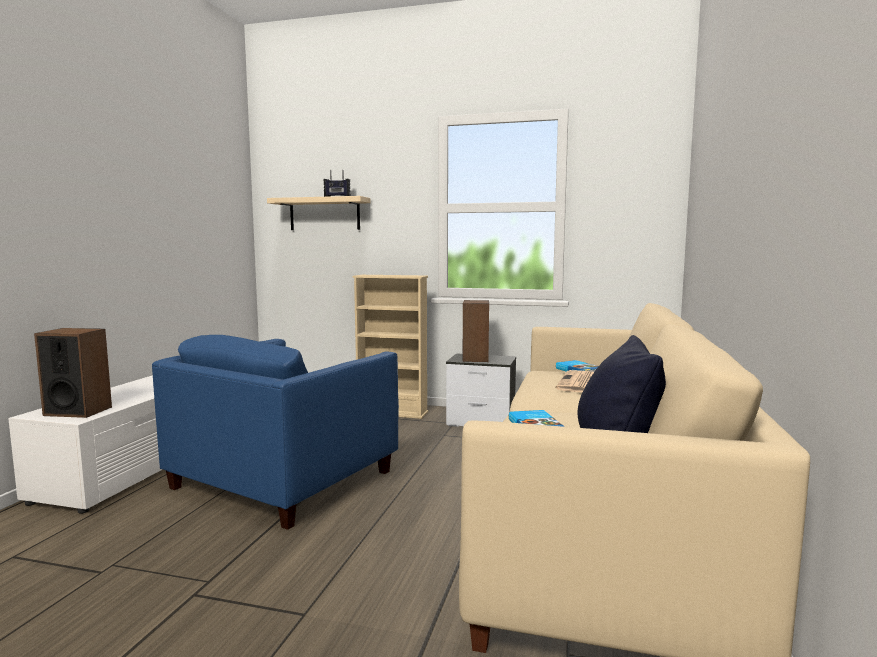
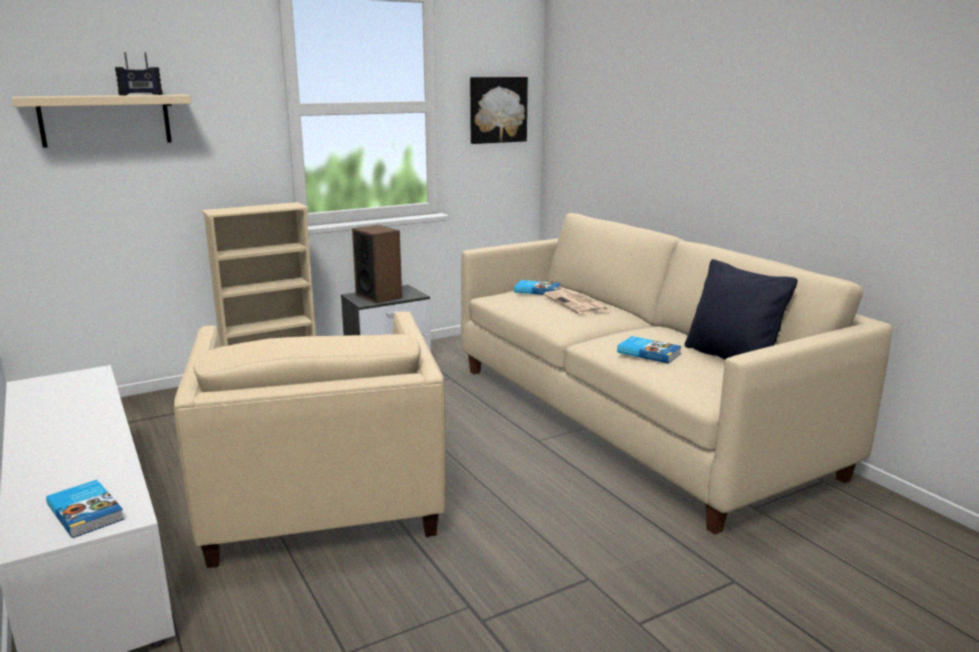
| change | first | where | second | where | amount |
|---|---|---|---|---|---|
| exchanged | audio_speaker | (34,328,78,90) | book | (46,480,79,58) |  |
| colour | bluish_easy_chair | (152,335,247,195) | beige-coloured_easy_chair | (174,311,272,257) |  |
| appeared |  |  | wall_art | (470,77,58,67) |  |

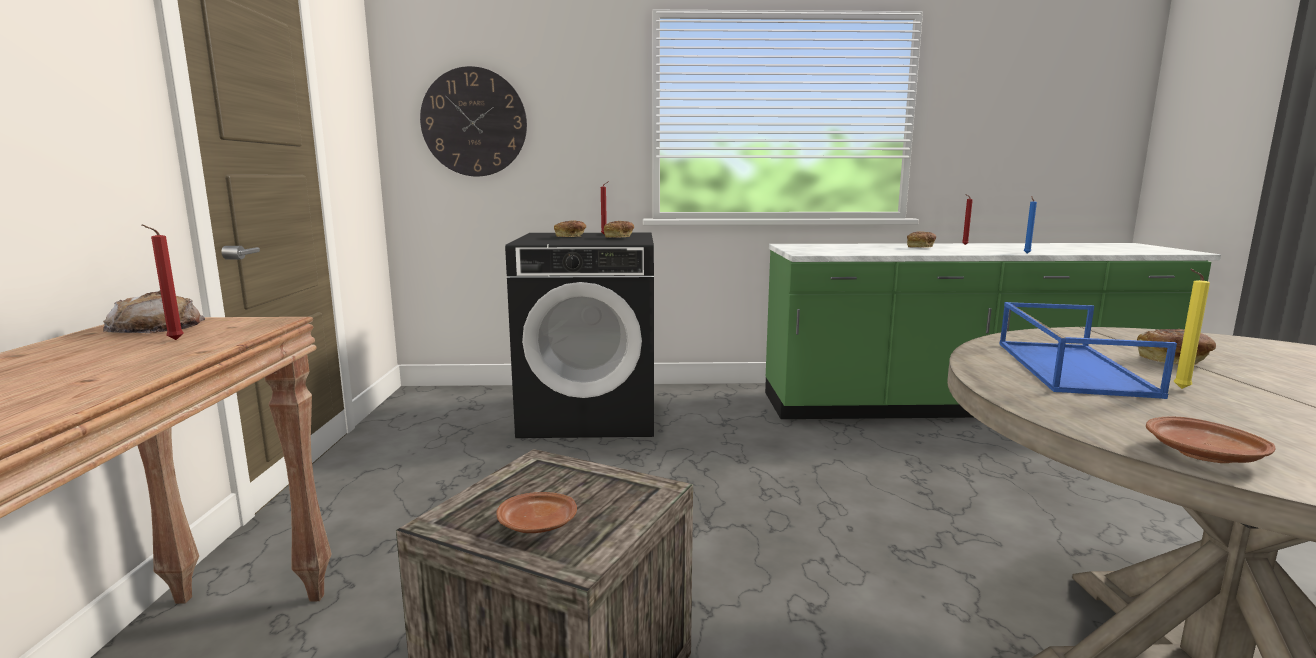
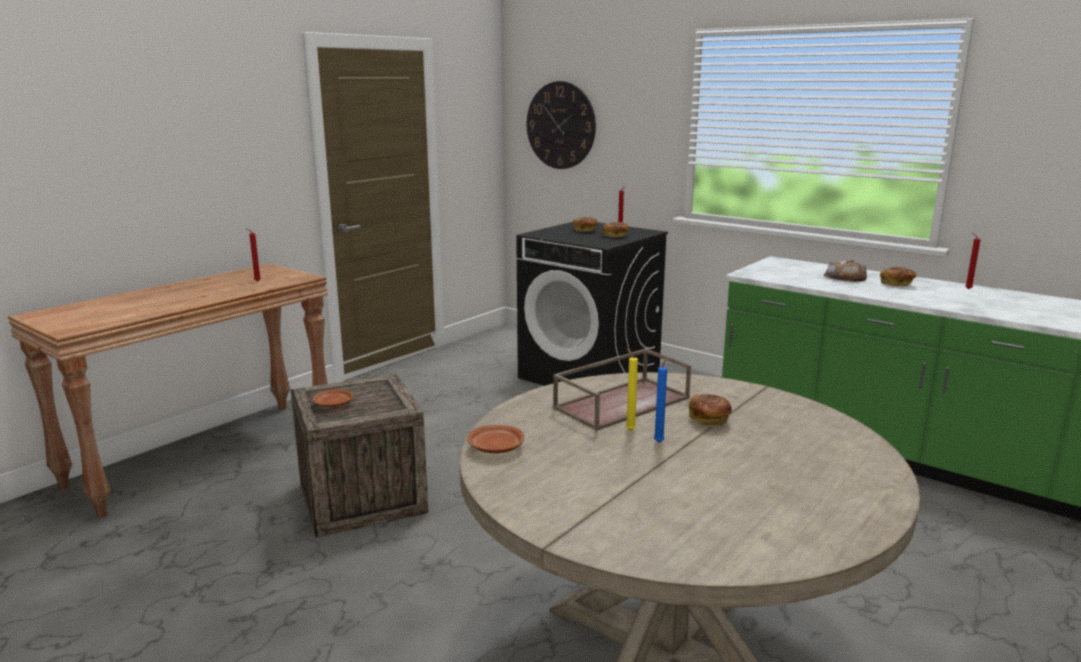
| change | first | where | second | where | amount |
|---|---|---|---|---|---|
| relocated | bluish_wax_candle | (1024,196,13,57) |  | (654,357,15,85) |  |
| relocated | bakery_bread | (103,291,102,42) |  | (824,259,43,23) |  |
| colour | bluish_serving_tray | (1000,302,177,97) | brownish_serving_tray | (553,348,138,83) |  |

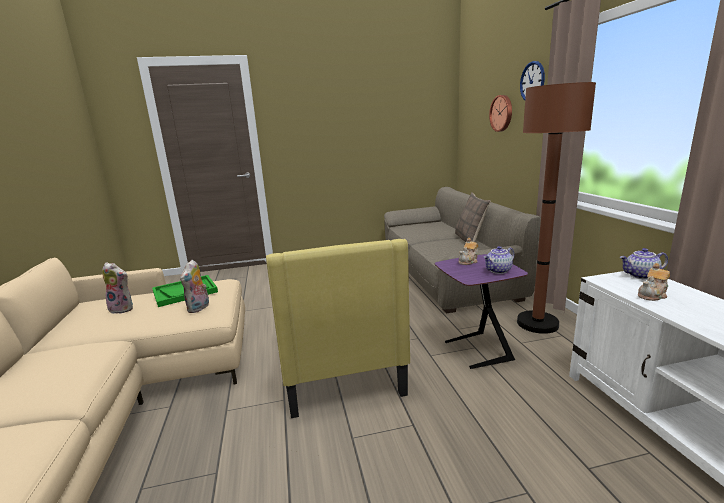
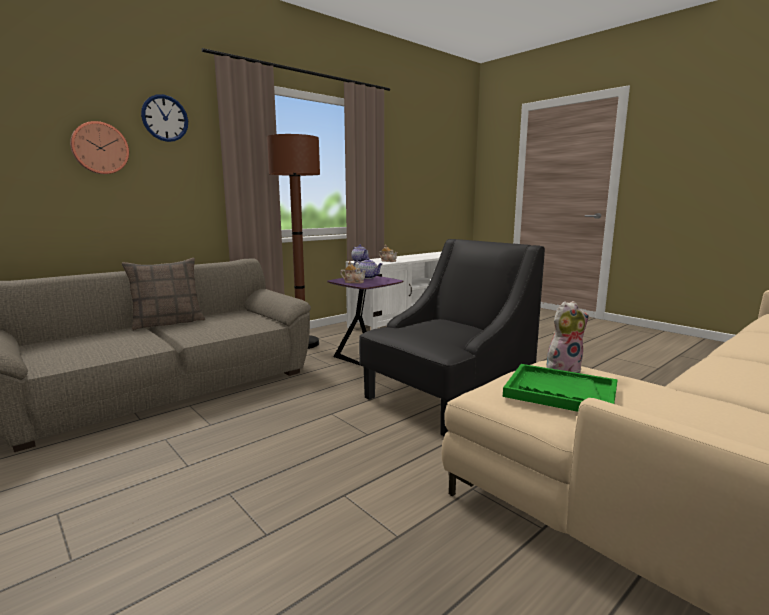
| change | first | where | second | where | amount |
|---|---|---|---|---|---|
| colour | yellowish_easy_chair | (266,239,144,179) | black-coloured_easy_chair | (359,239,186,197) |  |
| missing | soft_toy | (102,262,31,52) |  |  |  |

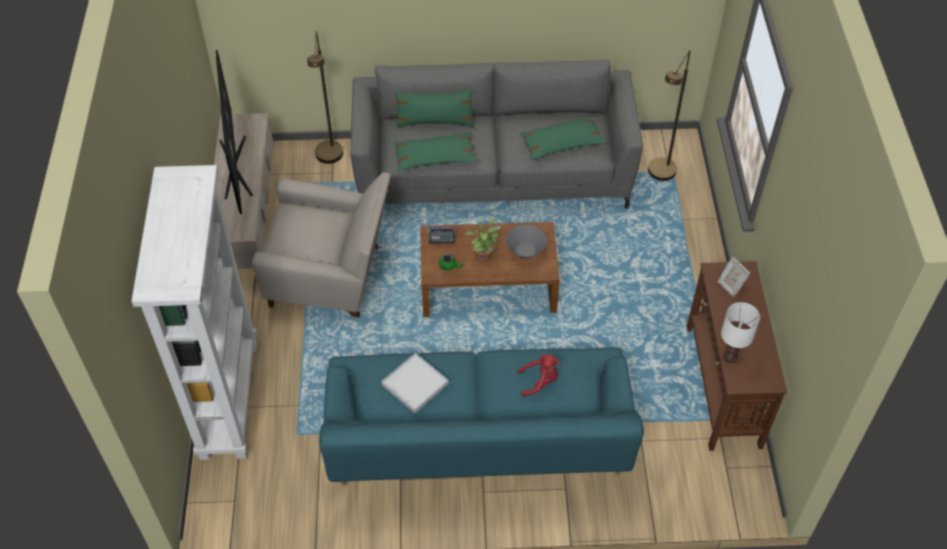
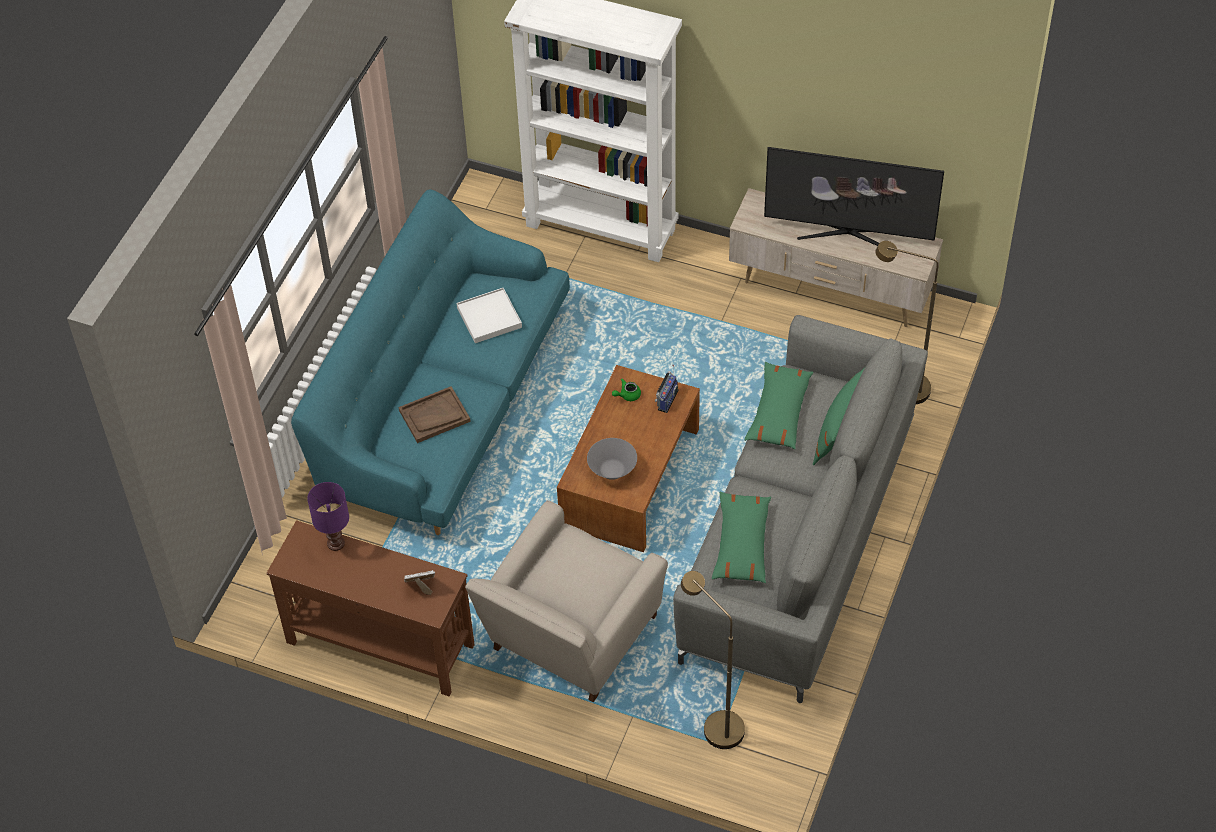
| change | first | where | second | where | amount |
|---|---|---|---|---|---|
| relocated | beige-coloured_easy_chair | (252,172,139,145) |  | (465,500,203,202) |  |
| missing | houseplant | (465,217,37,44) |  |  |  |
| colour | white-coloured_lamp_for_a_table | (721,302,39,61) | purplish_lamp_for_a_table | (307,482,42,69) |  |
| exchanged | reddish_soft_toy | (517,354,43,43) | brownish_serving_tray | (398,386,73,57) |  |

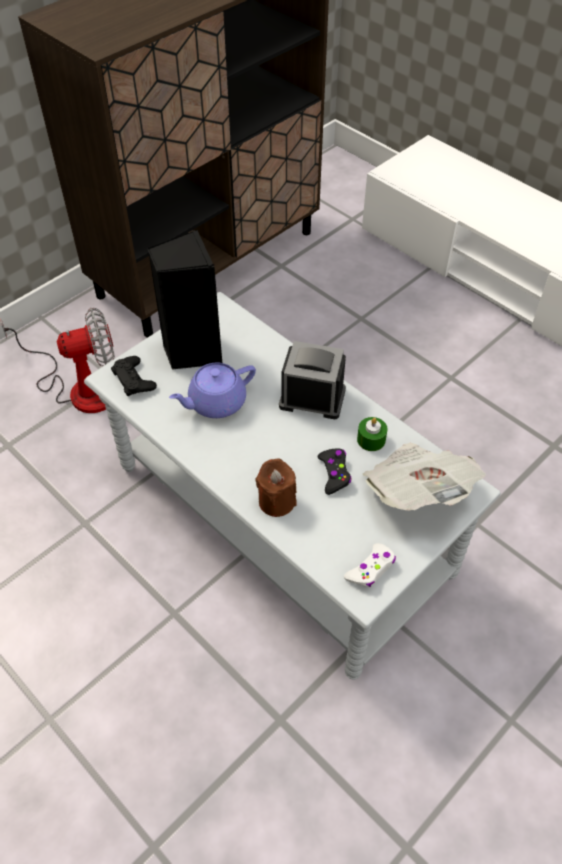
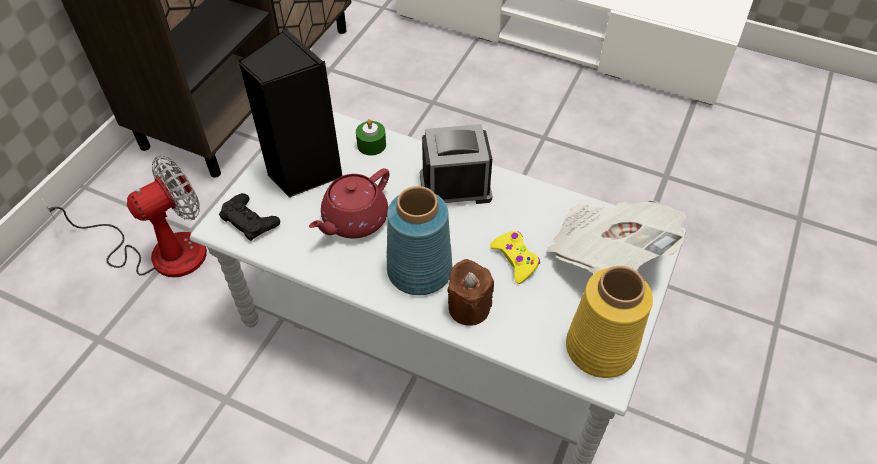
| change | first | where | second | where | amount |
|---|---|---|---|---|---|
| colour | purplish_teapot | (169,362,87,56) | reddish_teapot | (309,168,81,70) |  |
| relocated | green-coloured_wax_candle | (357,417,31,34) |  | (356,119,30,37) |  |
| colour | black-coloured_game_controller | (318,448,33,47) | yellowish_game_controller | (490,231,50,53) |  |
| exchanged | white-coloured_game_controller | (344,543,52,44) | yellowish_decorative_vase | (566,266,87,112) |  |
| appeared |  |  | bluish_decorative_vase | (387,186,65,109) |  |

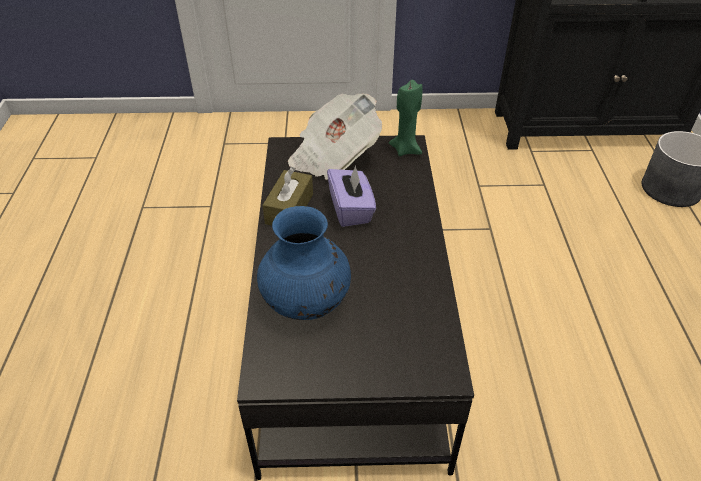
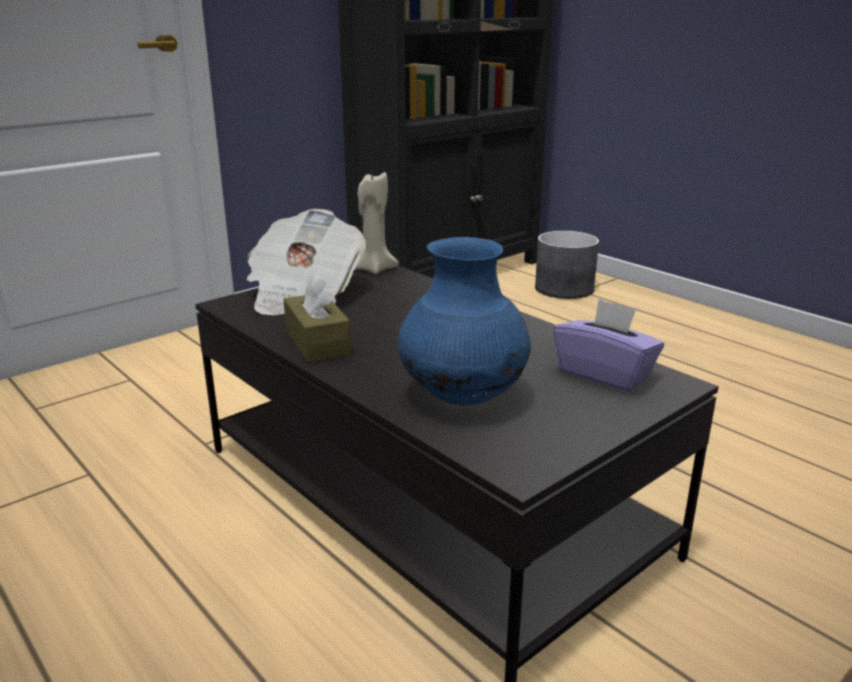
| change | first | where | second | where | amount |
|---|---|---|---|---|---|
| colour | green-coloured_wax_candle | (389,80,34,76) | beige-coloured_wax_candle | (355,172,44,102) |  |
| relocated | purplish_tissue_holder | (327,165,49,62) |  | (553,299,111,93) |  |

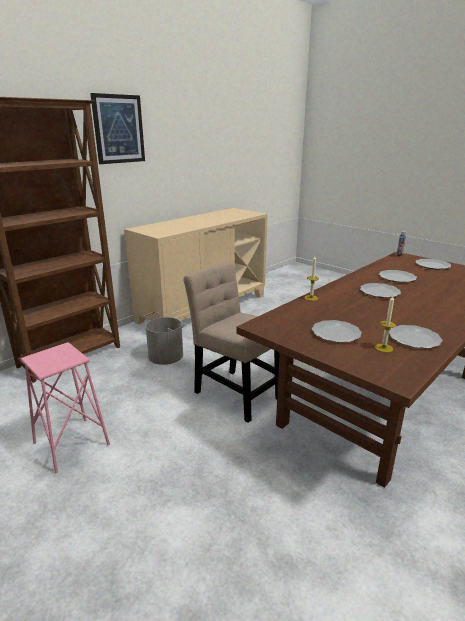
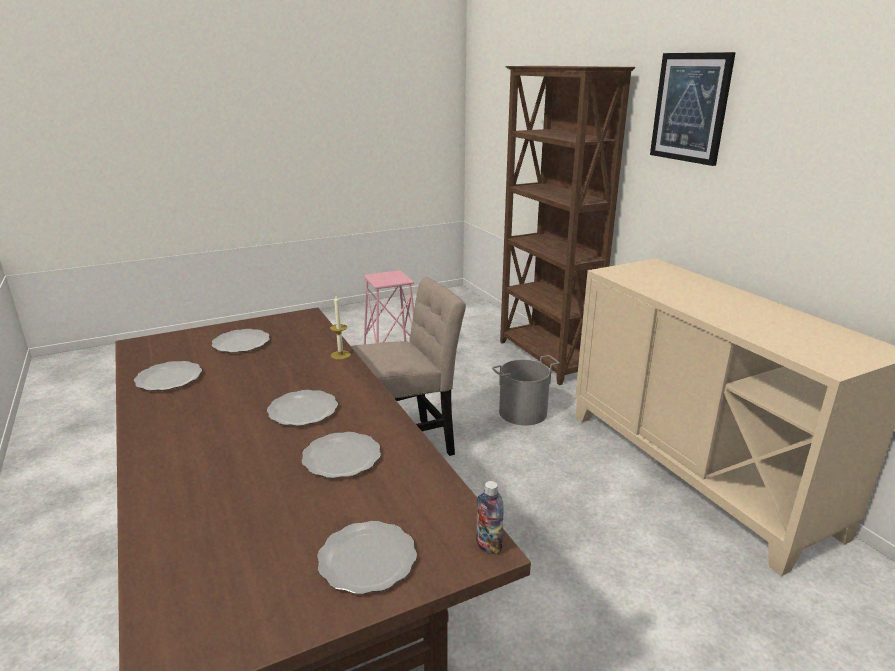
| change | first | where | second | where | amount |
|---|---|---|---|---|---|
| missing | wax_candle | (375,296,21,57) |  |  |  |

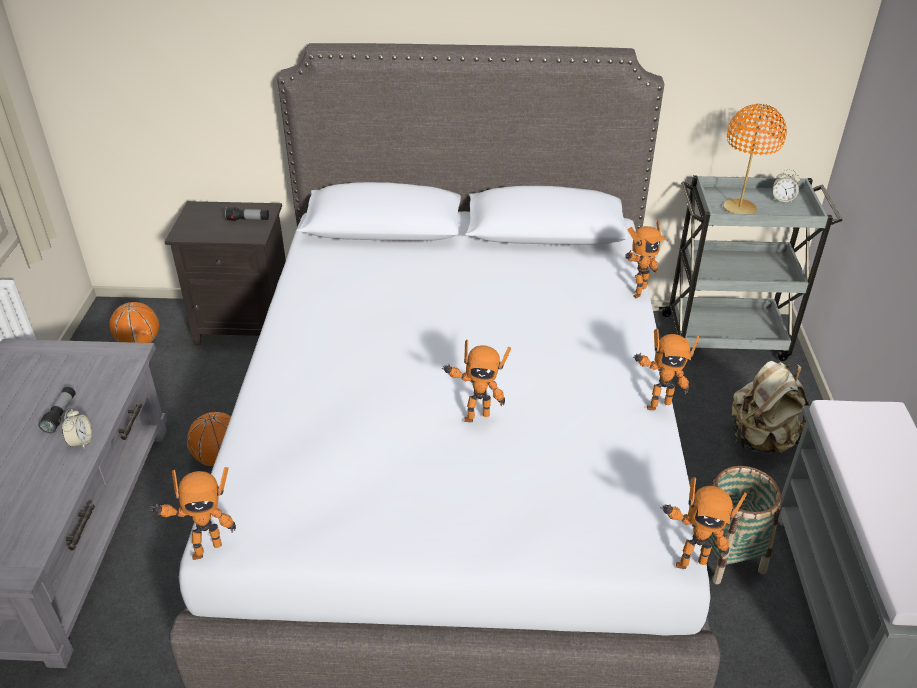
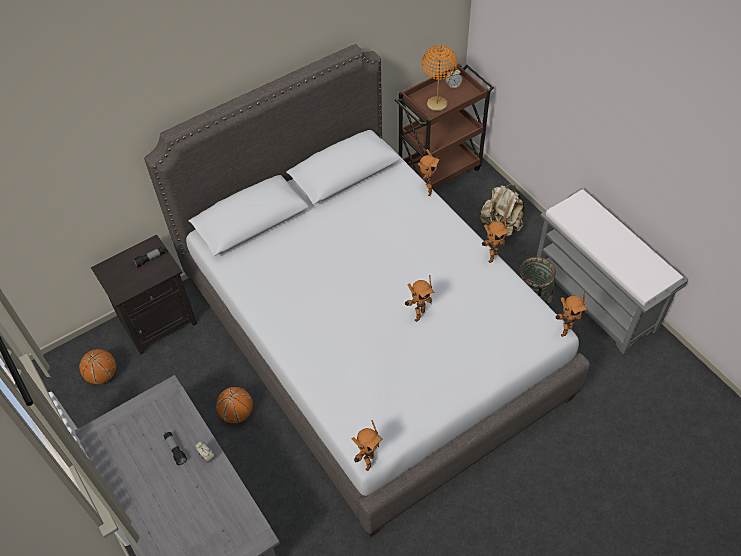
| change | first | where | second | where | amount |
|---|---|---|---|---|---|
| colour | greyish_trolley | (659,175,184,186) | brownish_trolley | (395,63,99,126) |  |

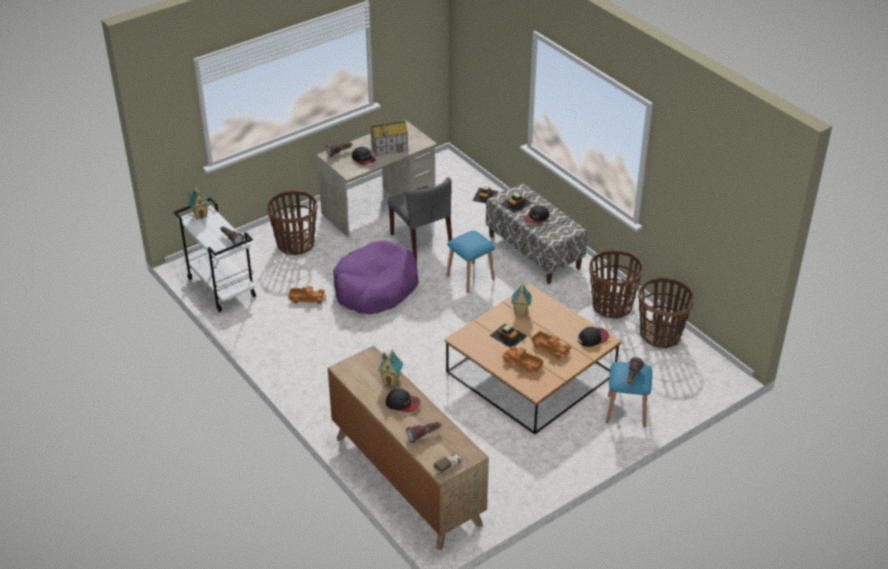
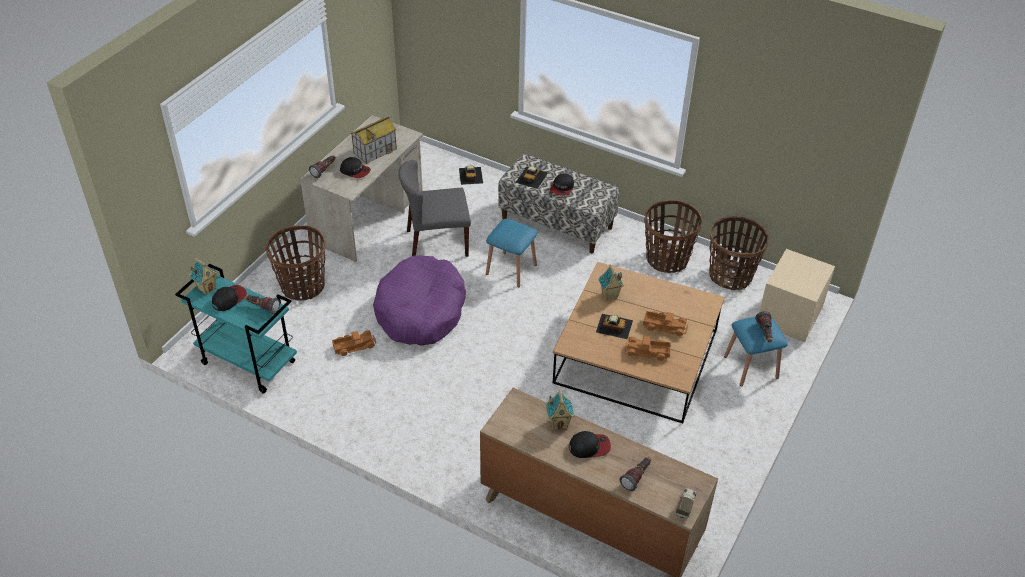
| change | first | where | second | where | amount |
|---|---|---|---|---|---|
| spun | greyish_plain_chair | (388,177,64,83) |  | (398,160,73,97) | 135 degrees clockwise |
| colour | white-coloured_trolley | (174,197,82,115) | turquoise_trolley | (175,264,122,130) |  |
| relocated | cap | (578,327,31,20) |  | (212,285,35,26) |  |
| appeared |  |  | beige-coloured_night_table | (759,249,76,93) |  |

